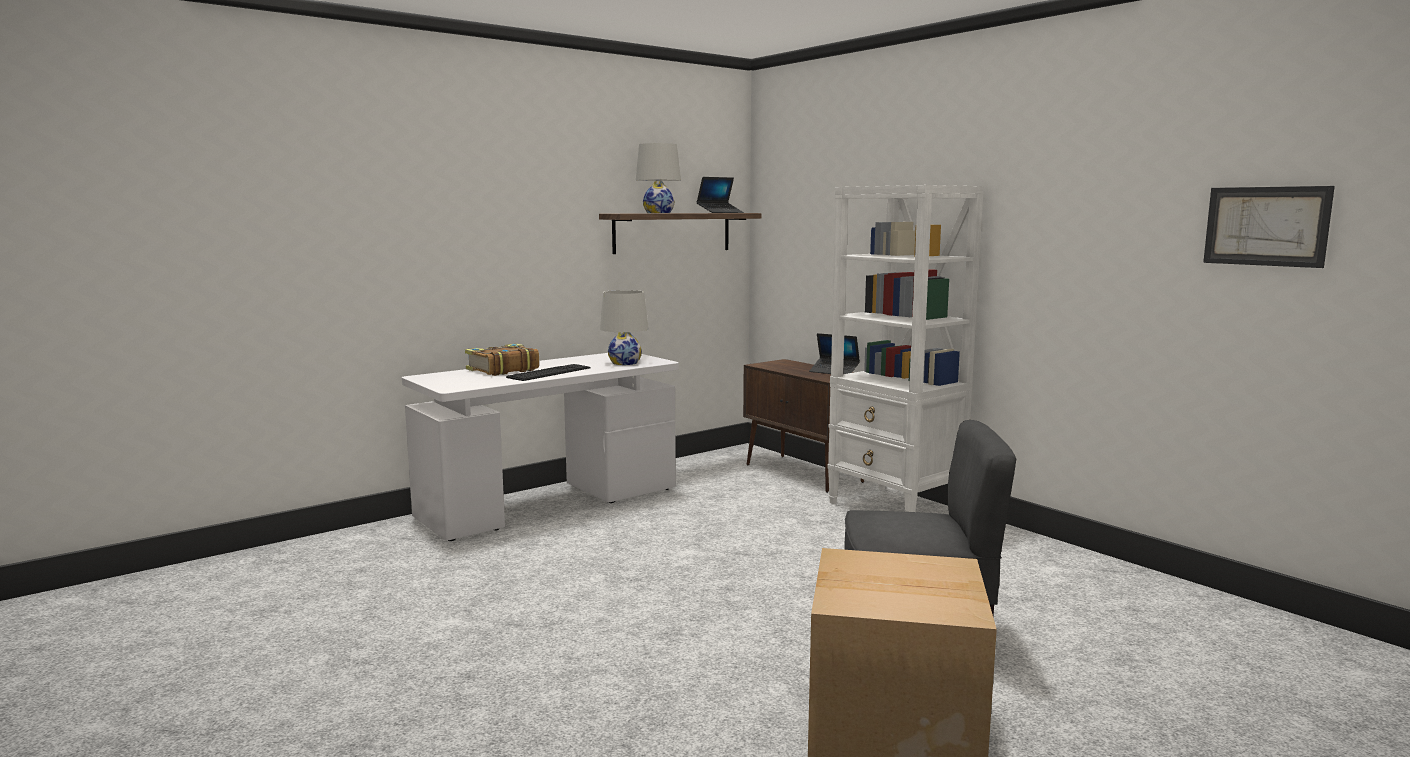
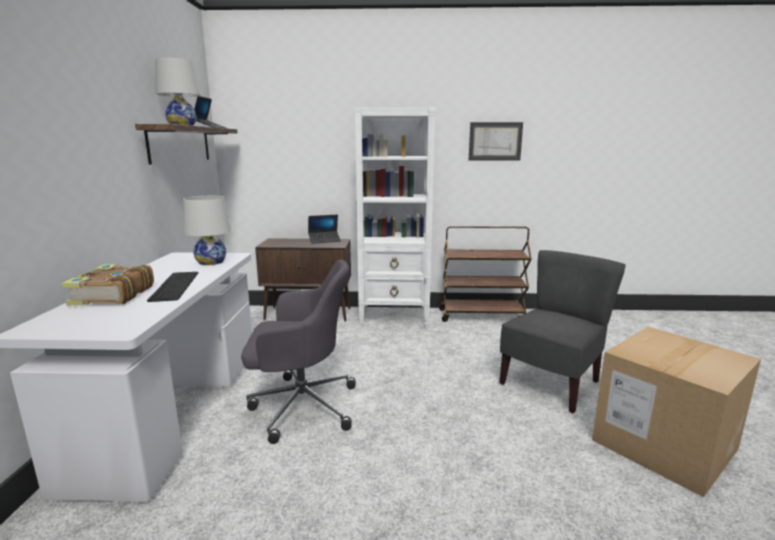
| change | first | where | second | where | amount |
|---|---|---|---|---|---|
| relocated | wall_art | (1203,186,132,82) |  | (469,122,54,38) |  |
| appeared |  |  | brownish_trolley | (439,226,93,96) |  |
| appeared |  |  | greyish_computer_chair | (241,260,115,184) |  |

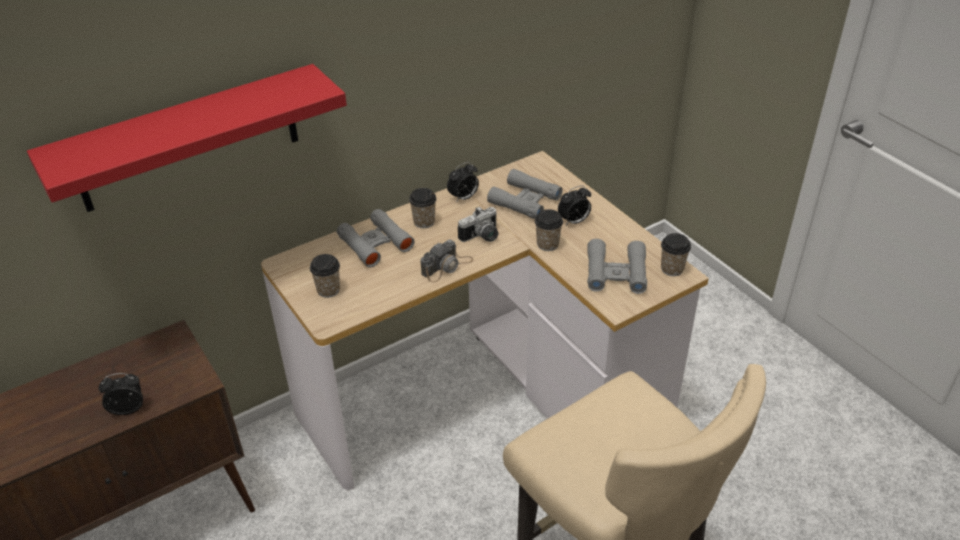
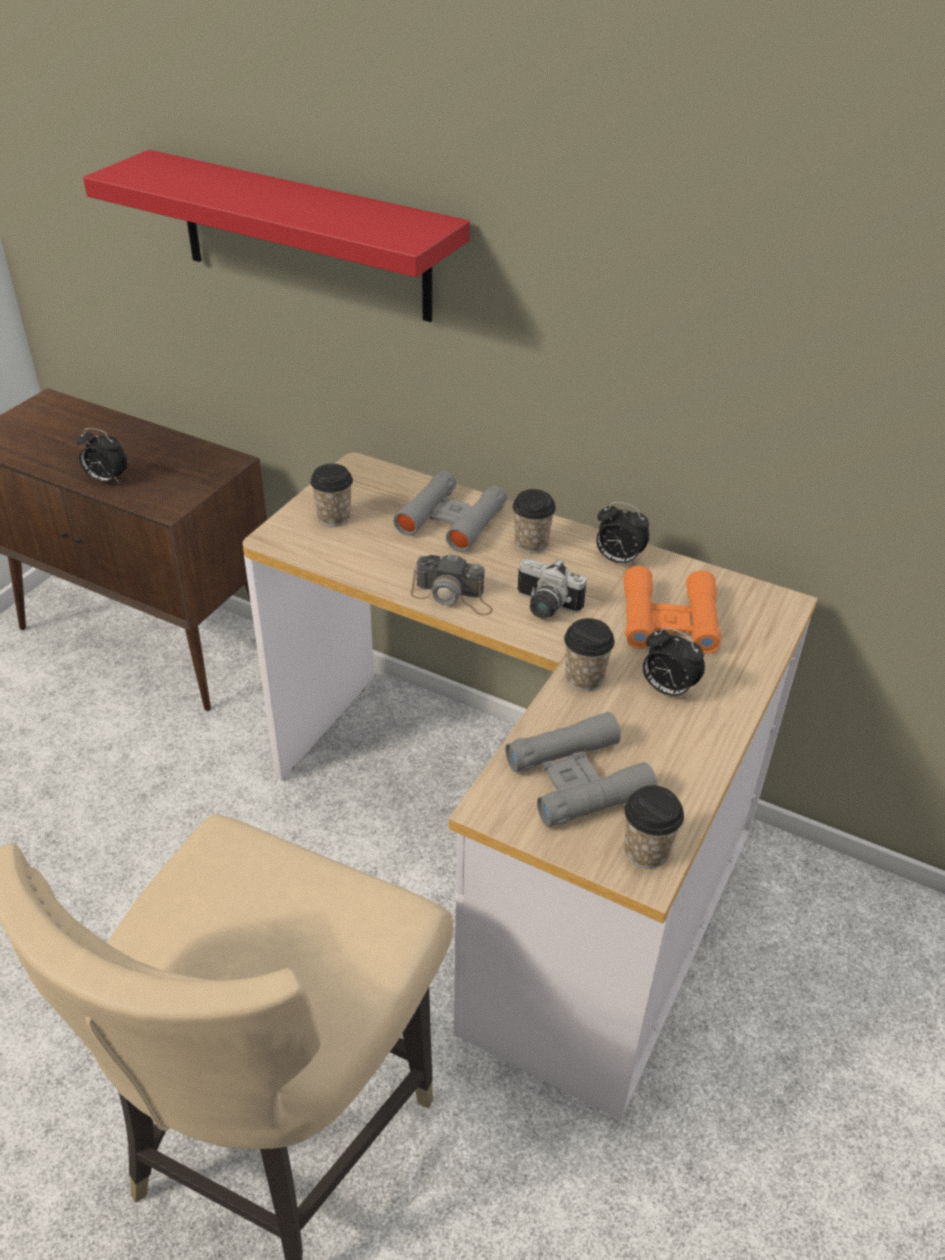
| change | first | where | second | where | amount |
|---|---|---|---|---|---|
| colour | greyish_binoculars | (487,169,76,50) | orange_binoculars | (624,566,97,88) |  |
| spun | bedside_clock | (99,373,44,42) |  | (76,428,52,56) | 150 degrees clockwise |

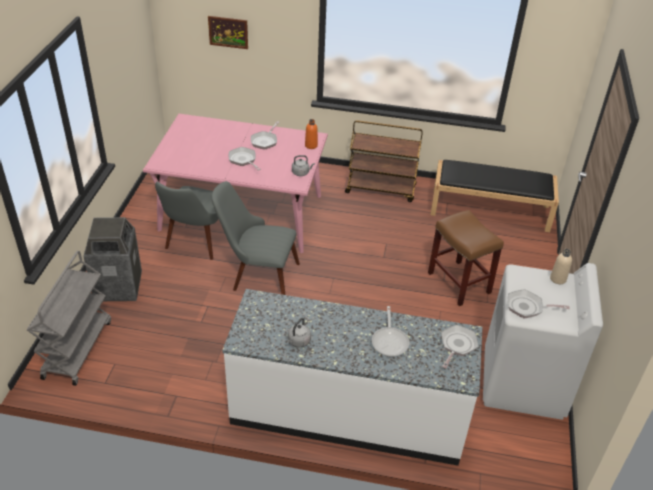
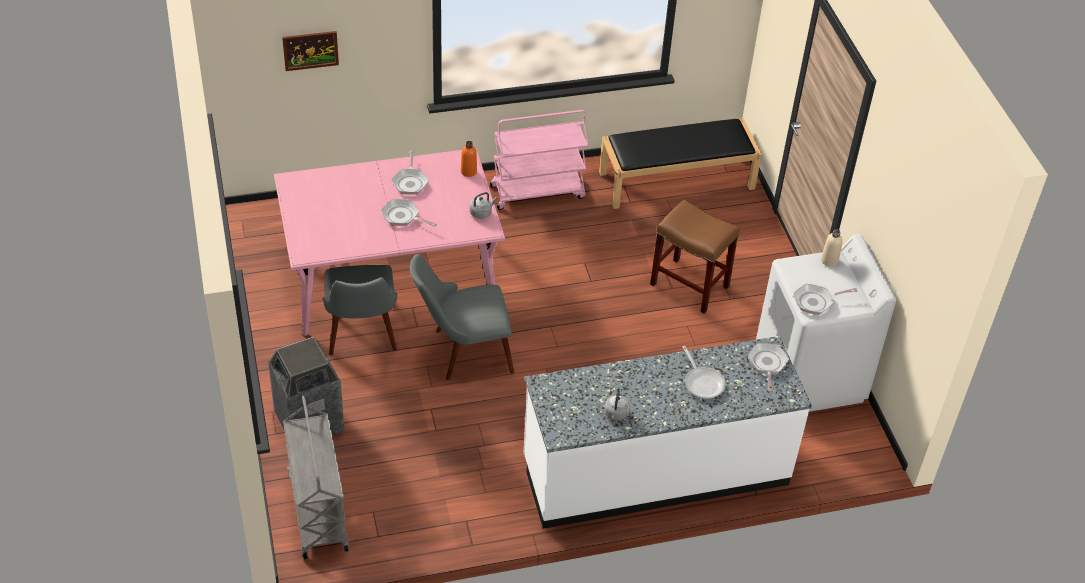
| change | first | where | second | where | amount |
|---|---|---|---|---|---|
| colour | brownish_trolley | (345,120,78,82) | pink-coloured_trolley | (490,110,99,100) |  |

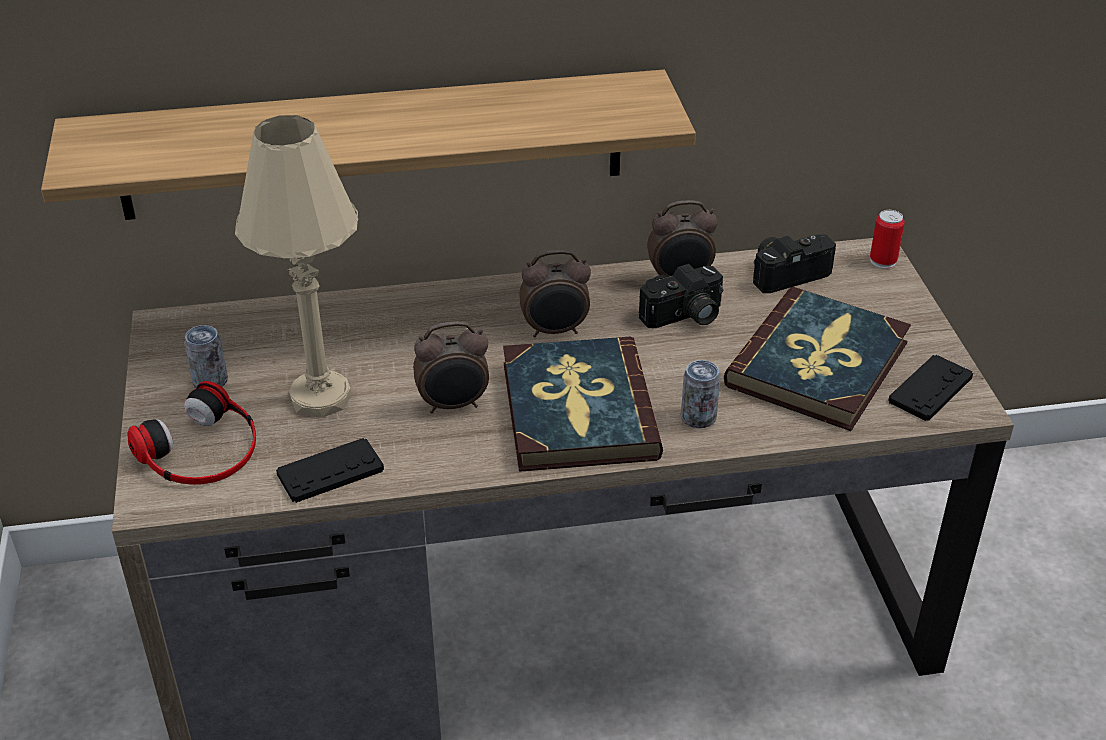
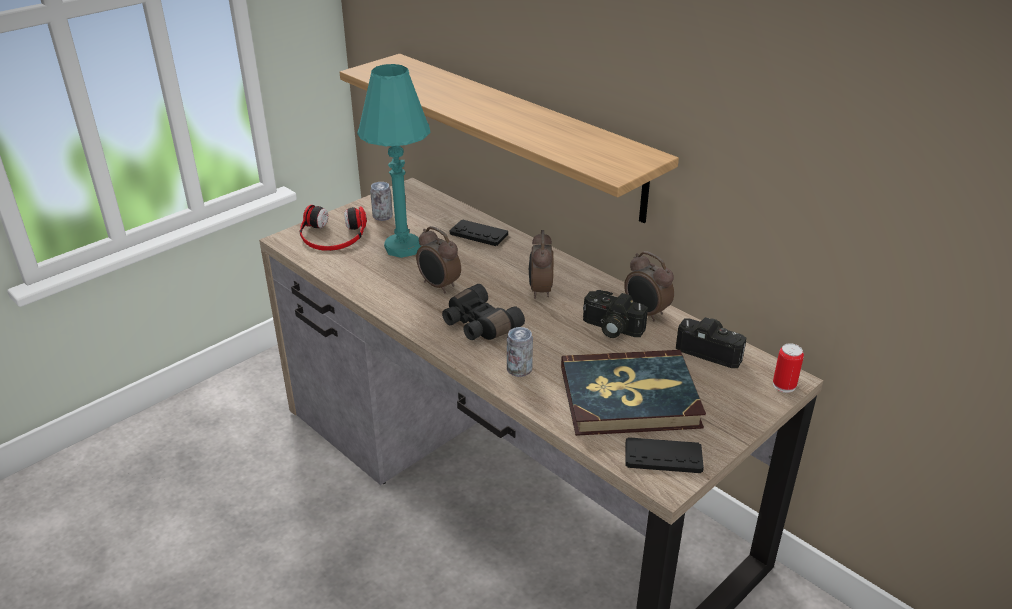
| change | first | where | second | where | amount |
|---|---|---|---|---|---|
| colour | beige-coloured_lamp_for_a_table | (235,115,124,303) | turquoise_lamp_for_a_table | (357,64,74,194) |  |
| spun | bedside_clock | (519,250,72,87) |  | (529,230,24,69) | 45 degrees clockwise |
| exchanged | book | (503,337,160,135) | black-coloured_binoculars | (442,284,83,56) |  |
| relocated | black-coloured_game_controller | (276,438,108,65) |  | (450,220,58,26) |  |

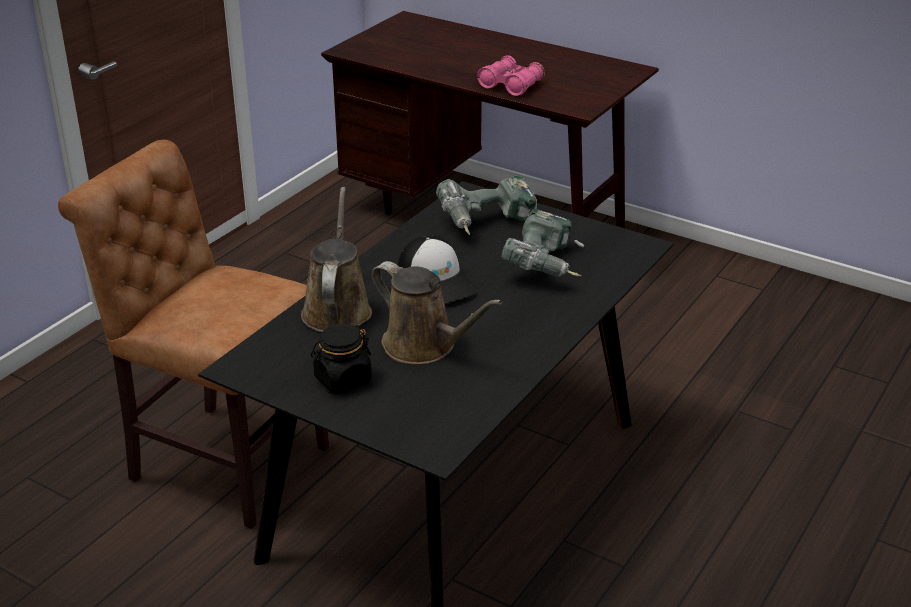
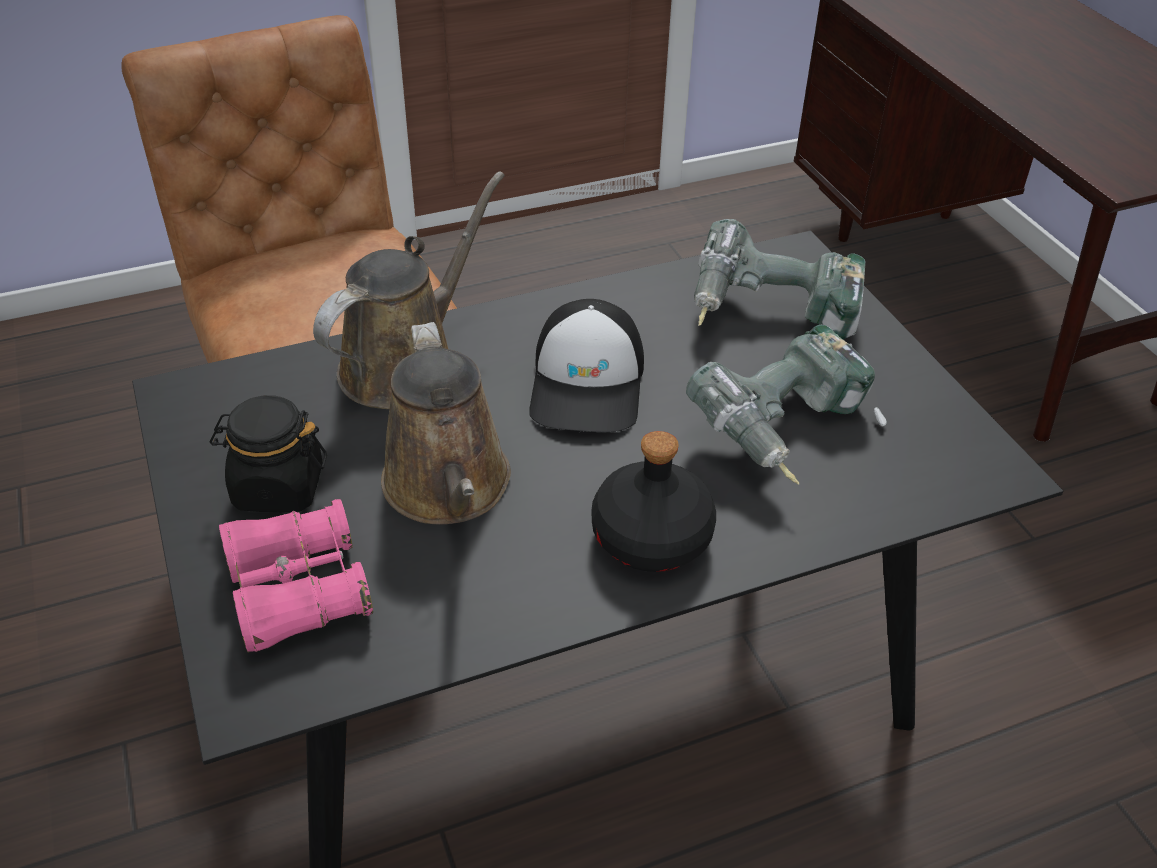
| change | first | where | second | where | amount |
|---|---|---|---|---|---|
| relocated | pink-coloured_binoculars | (477,55,68,41) |  | (219,499,154,154) |  |
| appeared |  |  | black-coloured_drink_bottle | (591,431,125,141) |  |

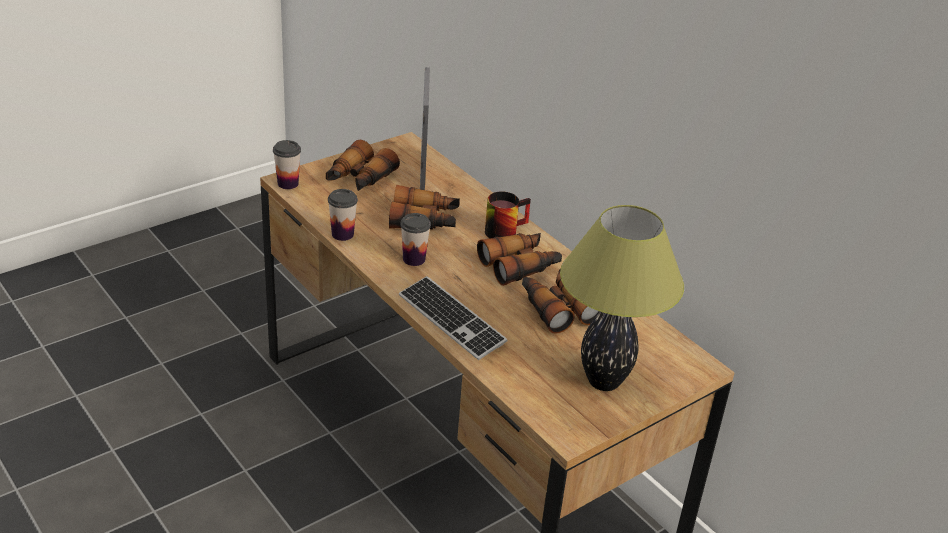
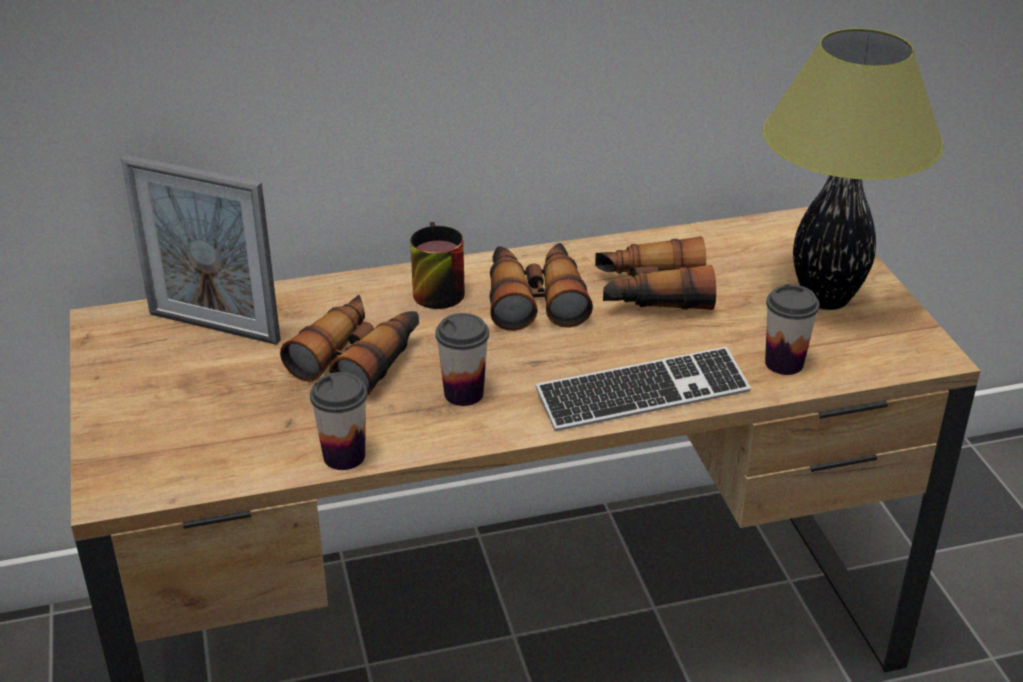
| change | first | where | second | where | amount |
|---|---|---|---|---|---|
| relocated | drinking_cup | (273,140,28,49) |  | (765,285,55,90) |  |
| missing | binoculars | (326,140,74,51) |  |  |  |

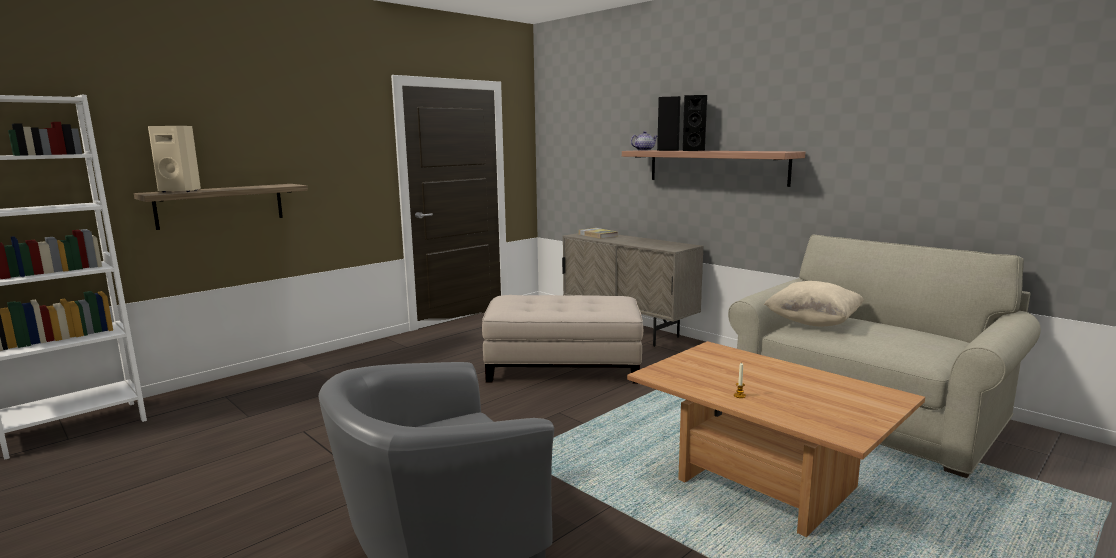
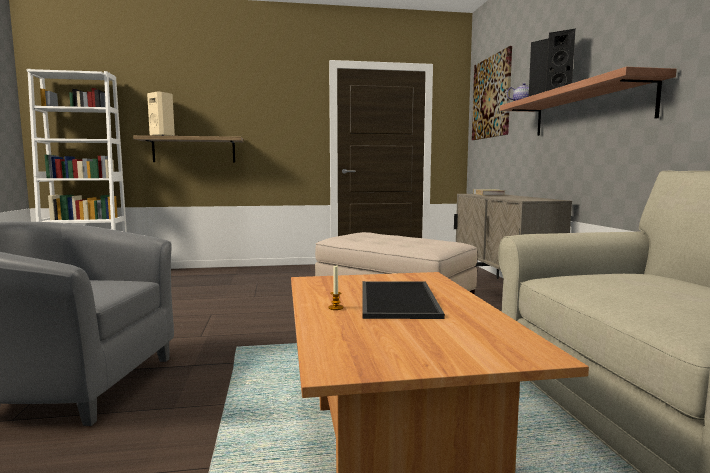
| change | first | where | second | where | amount |
|---|---|---|---|---|---|
| missing | beige-coloured_pillow | (764,281,100,45) |  |  |  |
| appeared |  |  | wall_art | (472,46,40,94) |  |
| appeared |  |  | serving_tray | (363,281,82,38) |  |

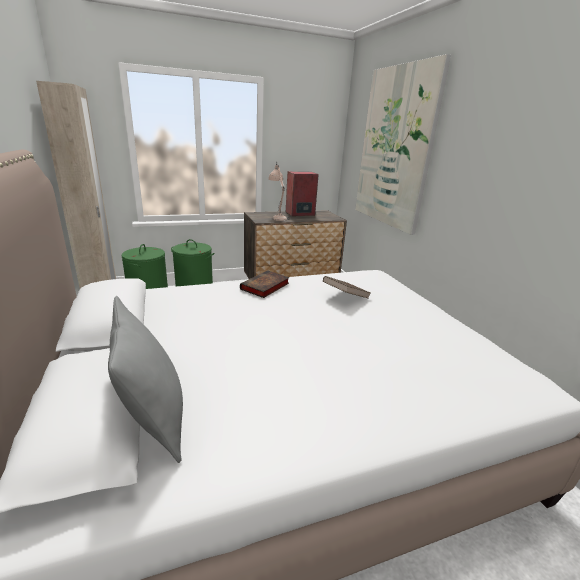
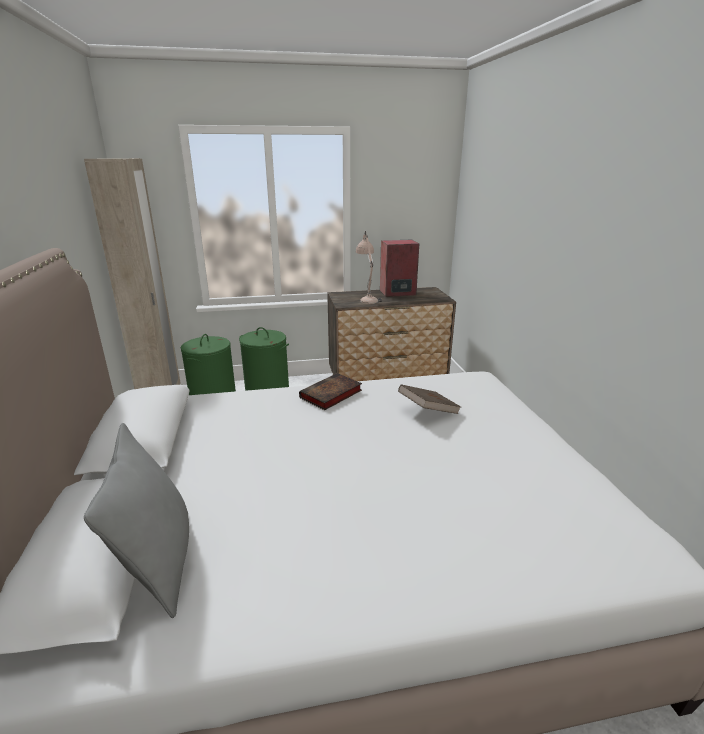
| change | first | where | second | where | amount |
|---|---|---|---|---|---|
| missing | wall_art | (355,54,96,181) |  |  |  |

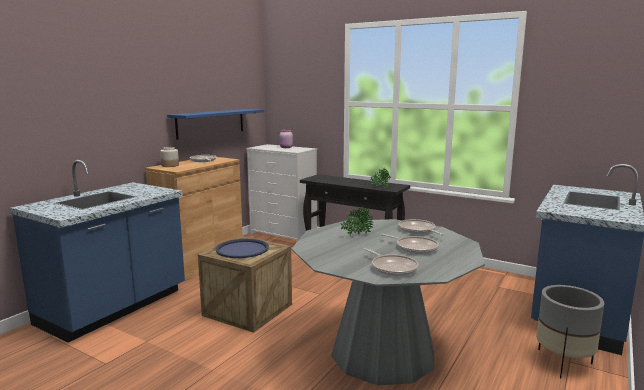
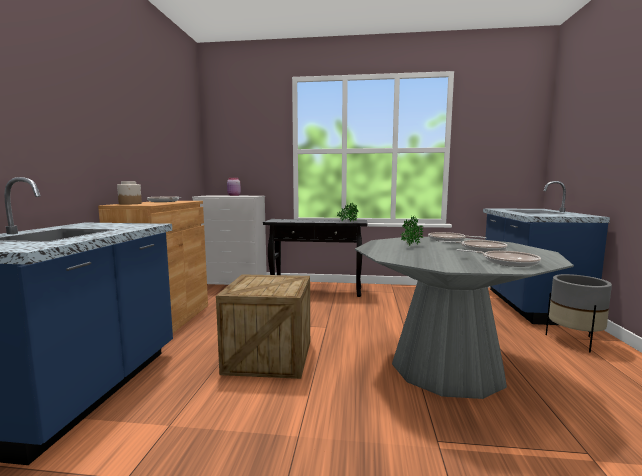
| change | first | where | second | where | amount |
|---|---|---|---|---|---|
| missing | bluish_shelf | (167,109,97,31) |  |  |  |
| missing | bluish_serving_tray | (216,239,53,19) |  |  |  |

